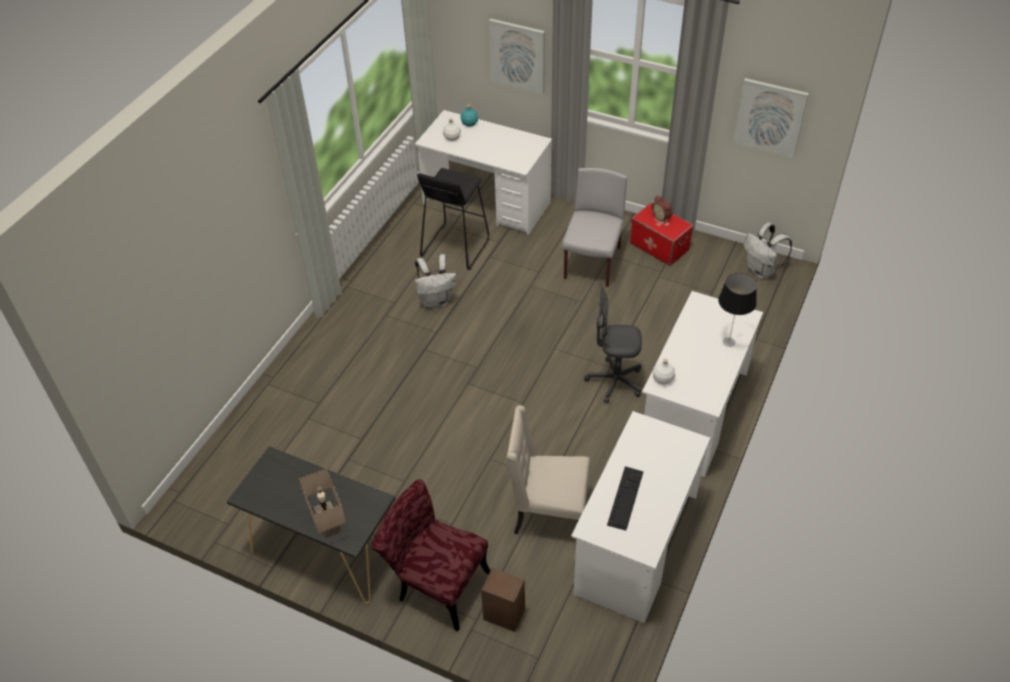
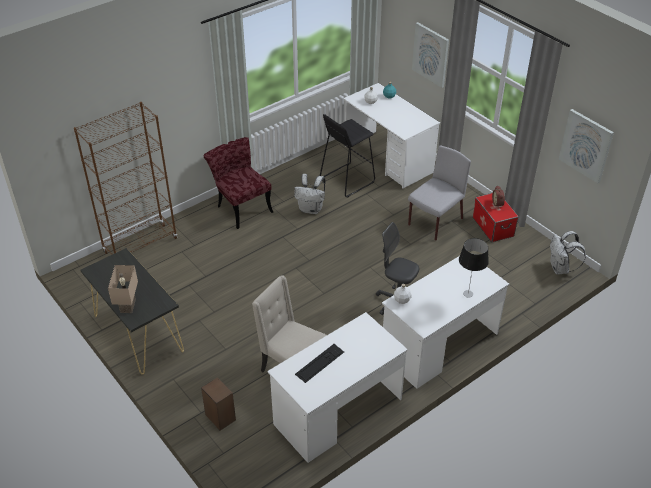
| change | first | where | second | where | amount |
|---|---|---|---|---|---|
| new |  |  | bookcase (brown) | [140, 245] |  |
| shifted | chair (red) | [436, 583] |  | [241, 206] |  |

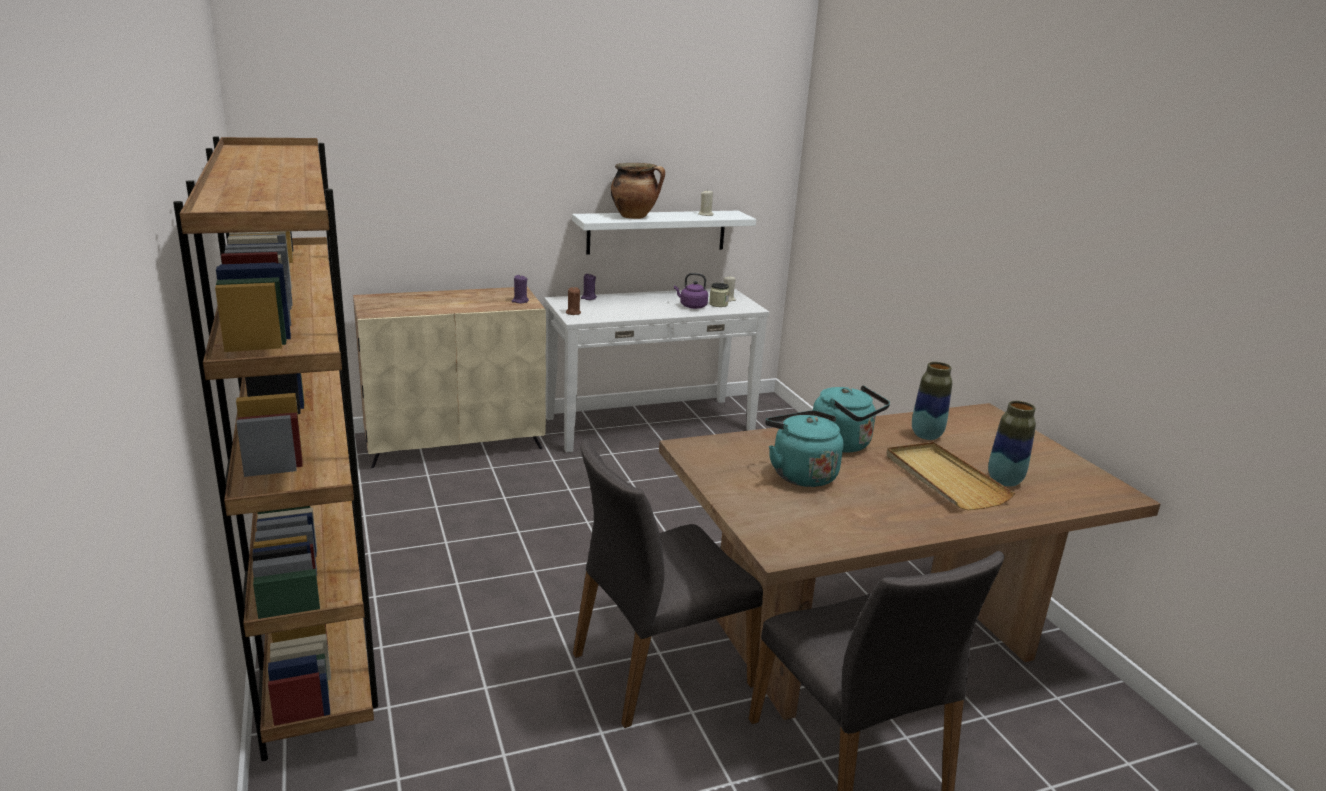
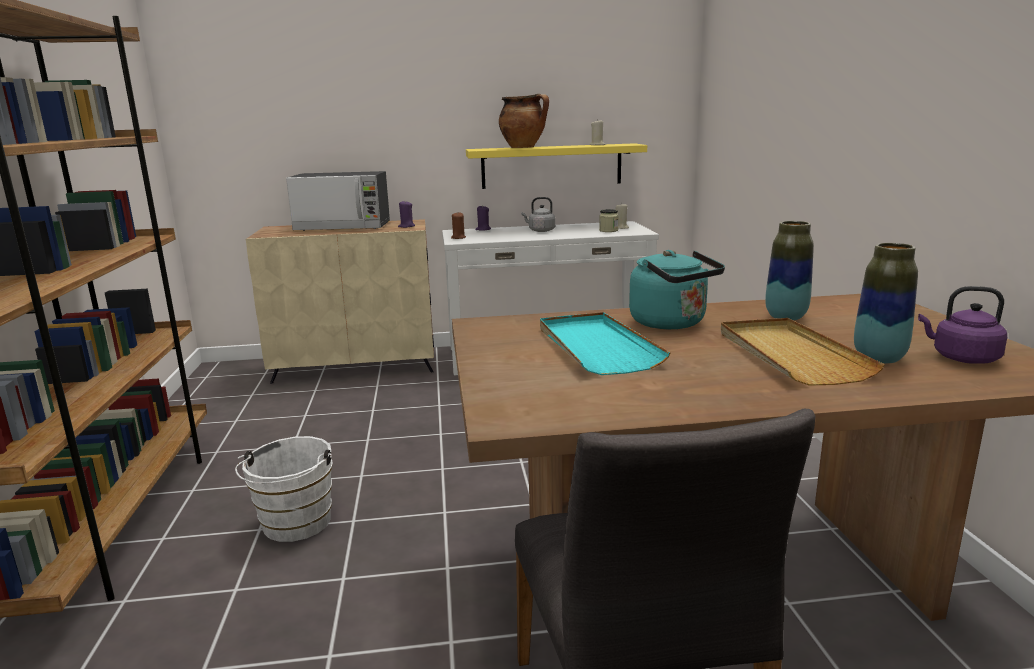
| change | first | where | second | where | amount |
|---|---|---|---|---|---|
| gone | chair (grey) | [659, 668] |  |  |  |
| new |  |  | bucket (white) | [294, 526] |  |
| new |  |  | microwave | [343, 227] |  |
| new |  |  | kettle (grey) | [540, 231] |  |
| shifted | kettle (purple) | [691, 306] |  | [961, 358] |  |
| swapped | kettle (turquoise) | [800, 474] | tray (turquoise) | [596, 347] |  |
| repainted | shelf (white) | [657, 232] | shelf (yellow) | [551, 166] |  |

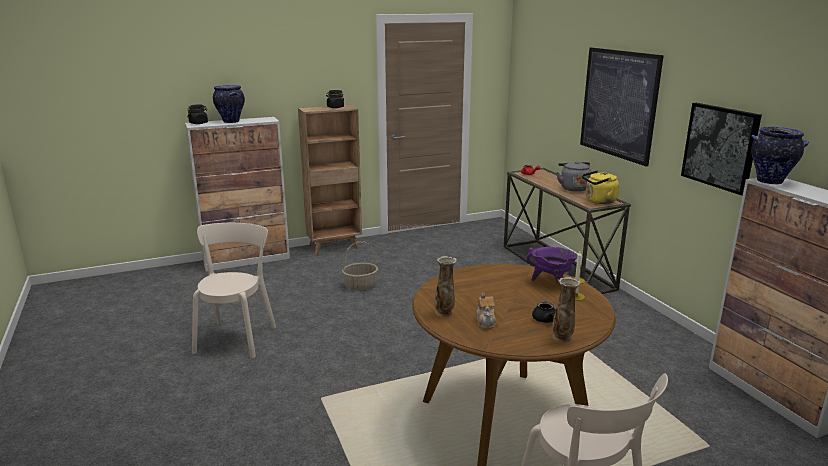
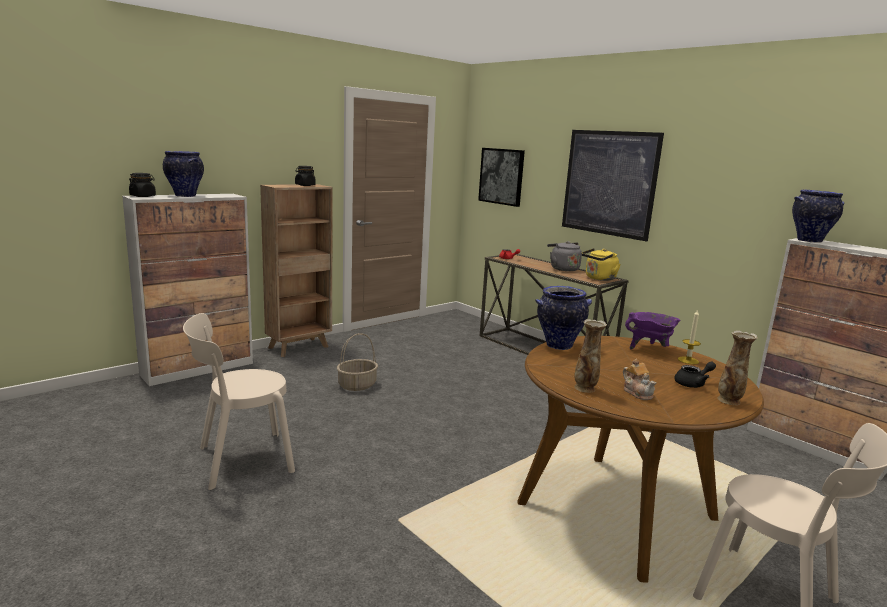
| change | first | where | second | where | amount |
|---|---|---|---|---|---|
| new |  |  | vase | [558, 346] |  |
| shifted | picture | [720, 147] |  | [501, 176] |  |
| rotated | chair (beige) | [237, 337] |  | [240, 460] | 105 degrees counterclockwise |

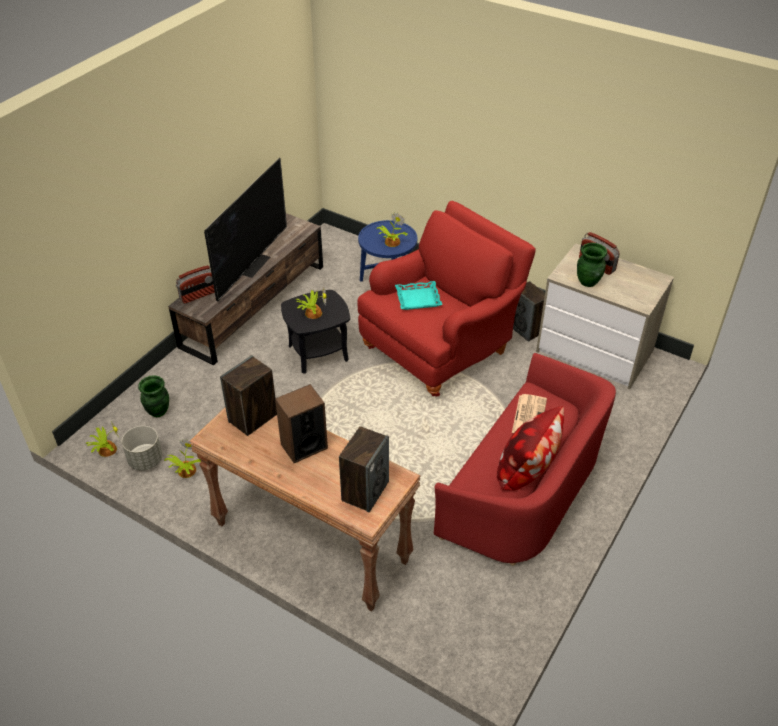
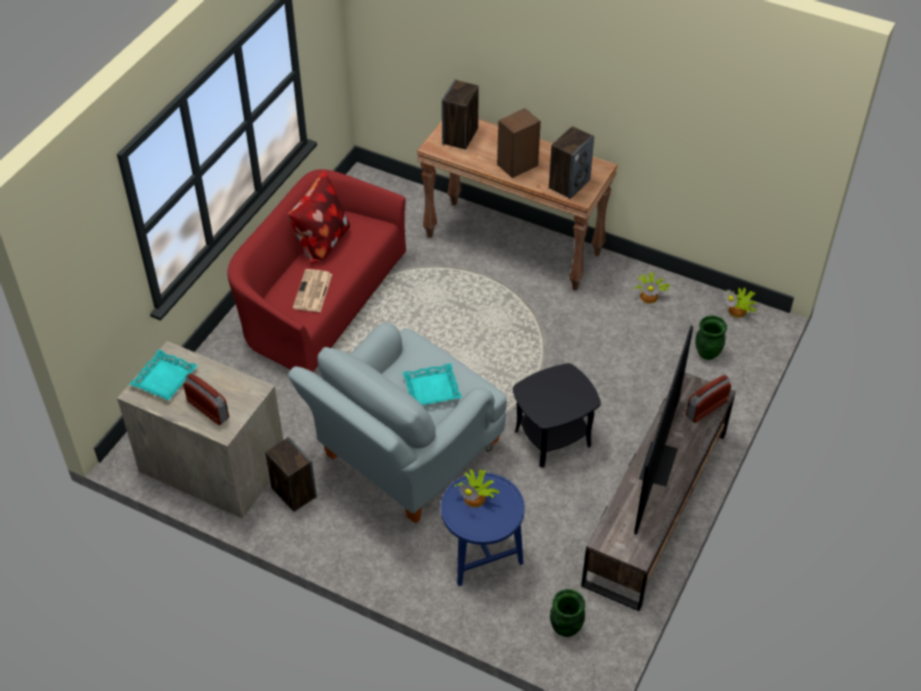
| change | first | where | second | where | amount |
|---|---|---|---|---|---|
| gone | planter (grey) | [145, 460] |  |  |  |
| gone | potted plant | [312, 312] |  |  |  |
| new |  |  | tray (turquoise) | [164, 378] |  |
| shifted | vase (green) | [588, 282] |  | [565, 628] |  |
| repainted | armchair (red) | [441, 347] | armchair (grey) | [403, 457] |  |

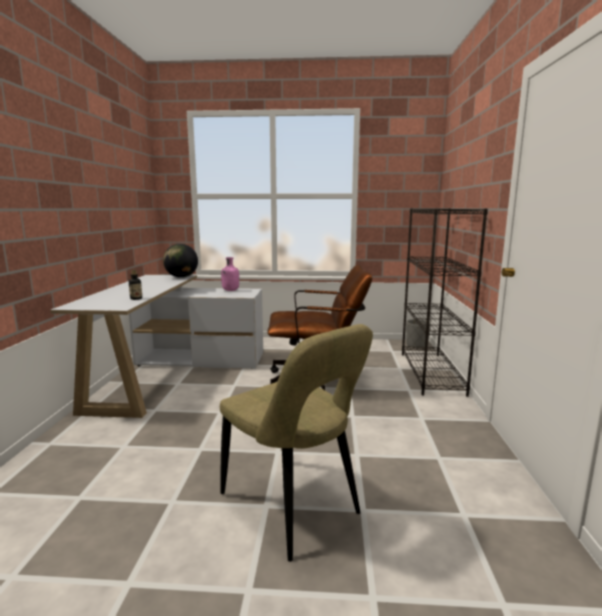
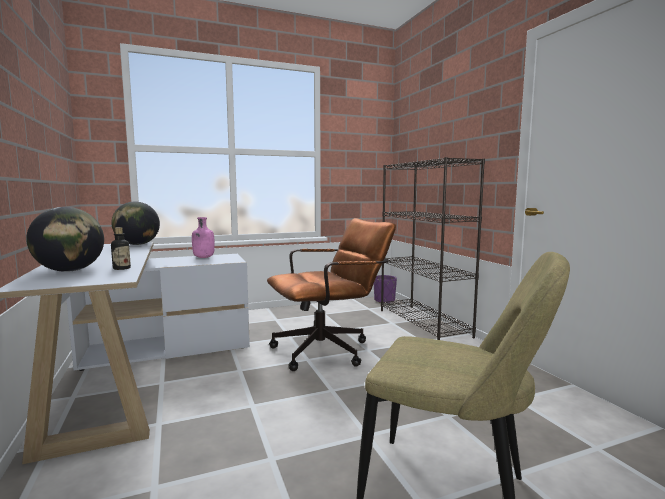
| change | first | where | second | where | amount |
|---|---|---|---|---|---|
| new |  |  | globe | [70, 270] |  |
| repainted | planter (grey) | [416, 345] | planter (purple) | [384, 301] |  |

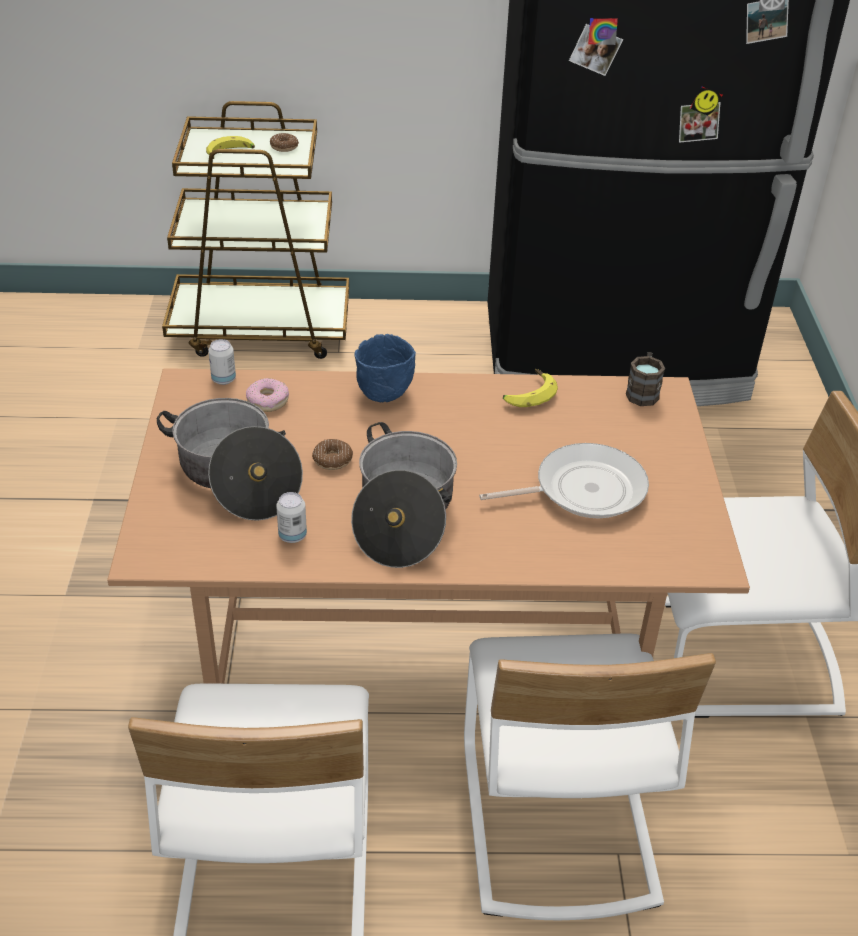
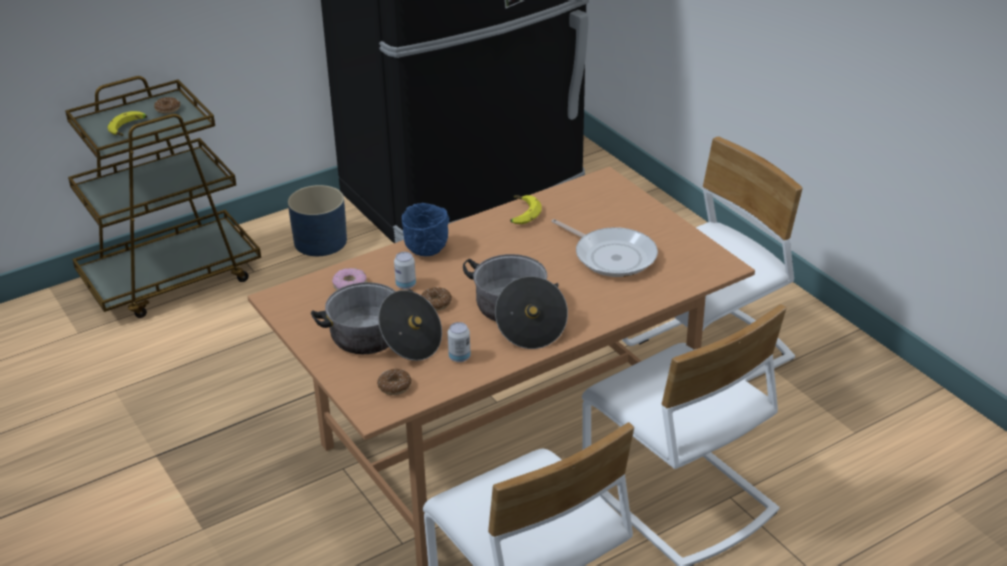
| change | first | where | second | where | amount |
|---|---|---|---|---|---|
| gone | mug (brown) | [643, 391] |  |  |  |
| new |  |  | planter (blue) | [320, 242] |  |
| new |  |  | donut | [395, 386] |  |
| shifted | can | [223, 379] |  | [406, 285] |  |
| rotated | frying pan | [583, 489] |  | [611, 256] | 90 degrees clockwise |

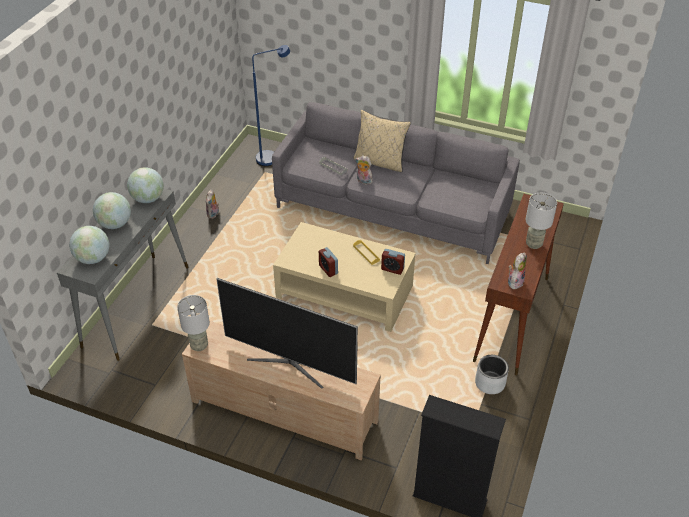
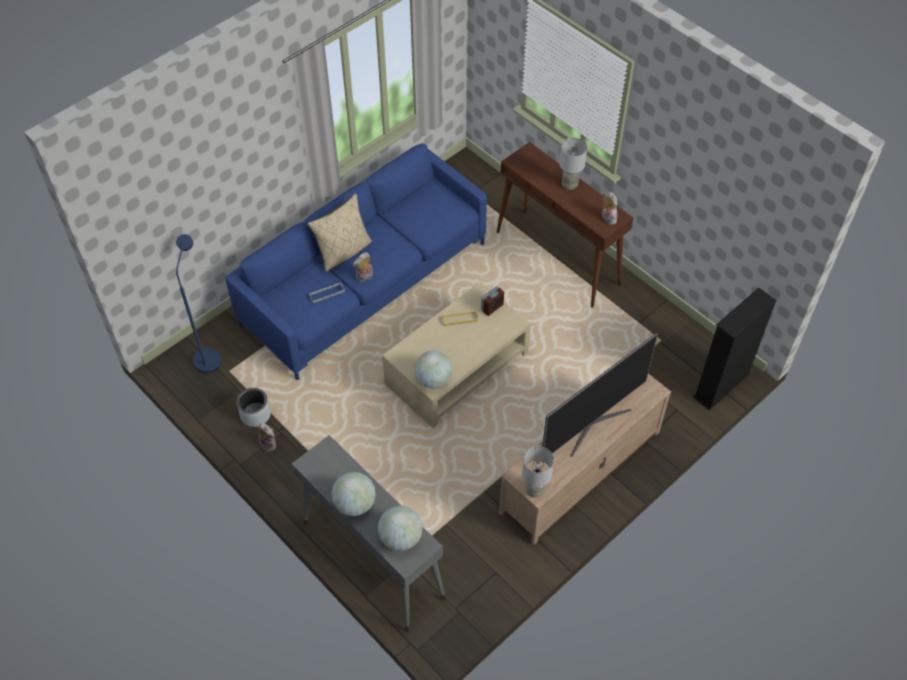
| change | first | where | second | where | amount |
|---|---|---|---|---|---|
| gone | alarm clock | [328, 269] |  |  |  |
| shifted | globe | [148, 199] |  | [433, 380] |  |
| shifted | planter (grey) | [490, 382] |  | [255, 414] |  |
| repainted | sofa (grey) | [392, 210] | sofa (blue) | [365, 283] |  |

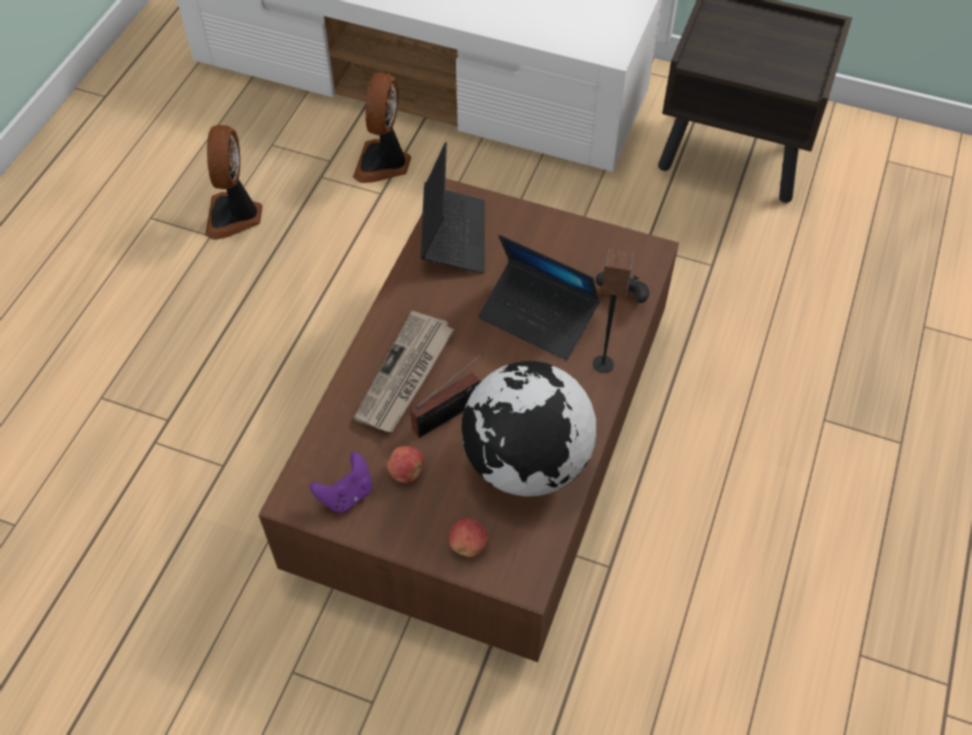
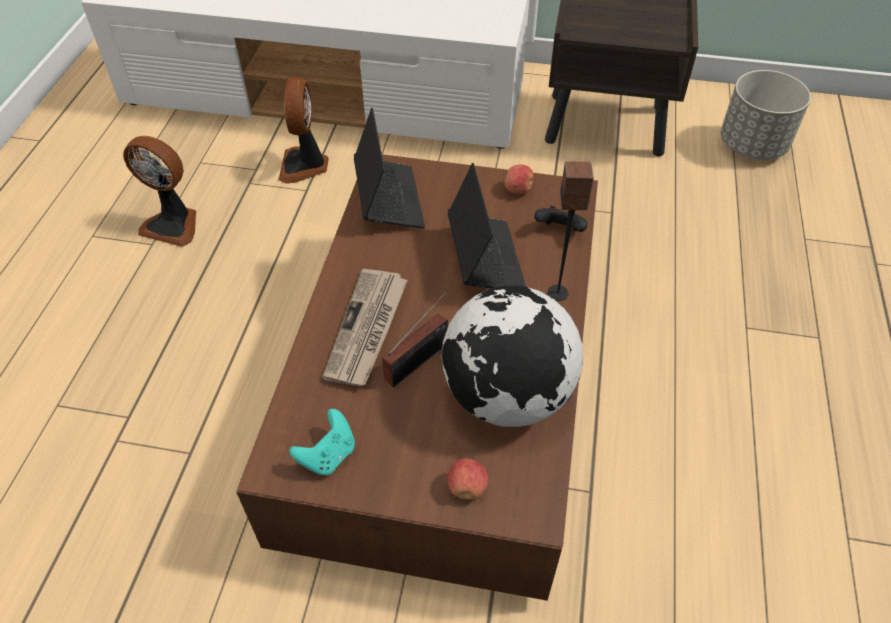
| change | first | where | second | where | amount |
|---|---|---|---|---|---|
| new |  |  | planter (grey) | [751, 146] |  |
| shifted | apple | [407, 472] |  | [518, 190] |  |
| repainted | game controller (purple) | [346, 494] | game controller (turquoise) | [328, 455] |  |
| rotated | fan | [235, 216] |  | [173, 224] | 60 degrees counterclockwise |
| rotated | laptop | [538, 317] |  | [485, 259] | 120 degrees counterclockwise |

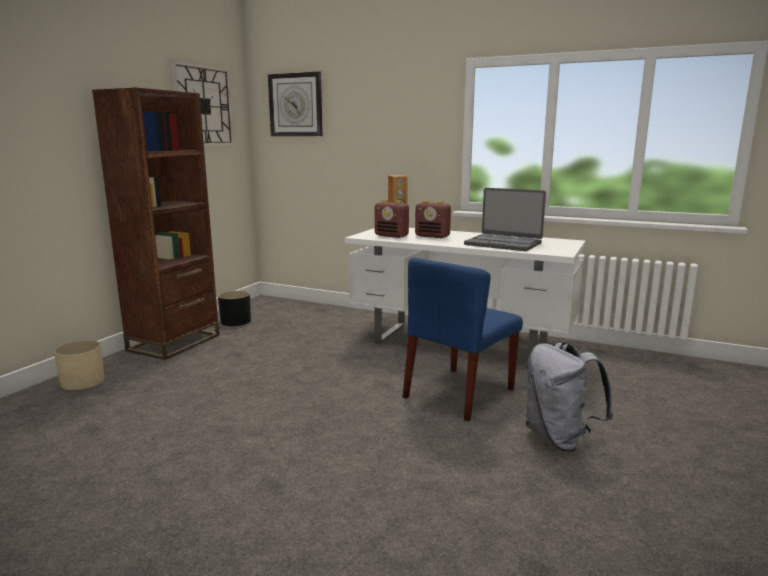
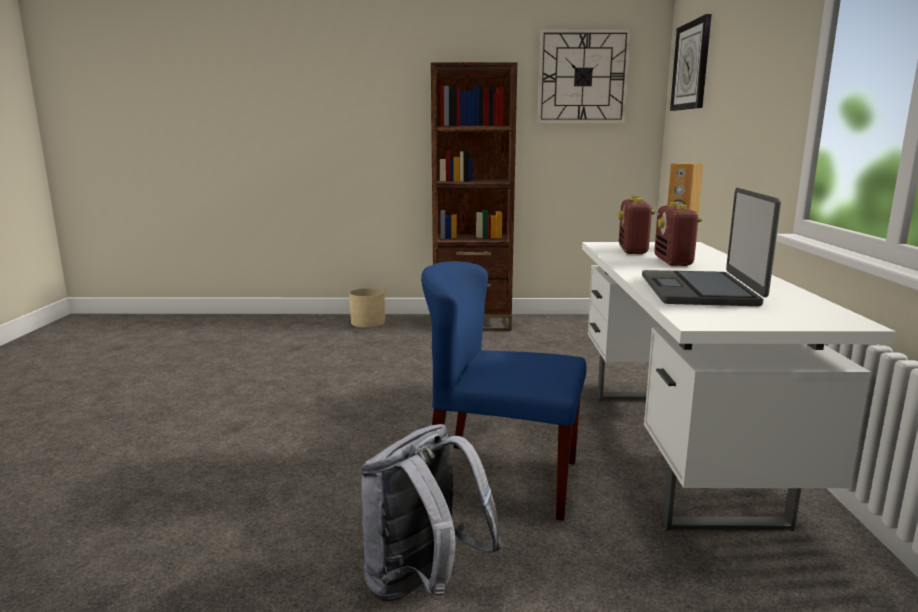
| change | first | where | second | where | amount |
|---|---|---|---|---|---|
| gone | planter (black) | [236, 321] |  |  |  |

